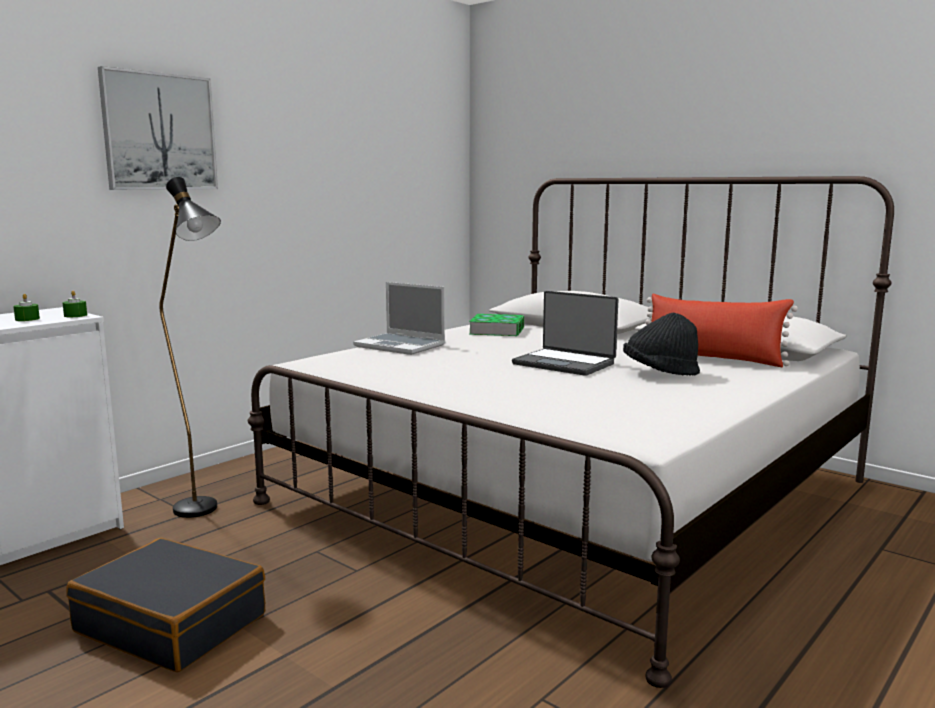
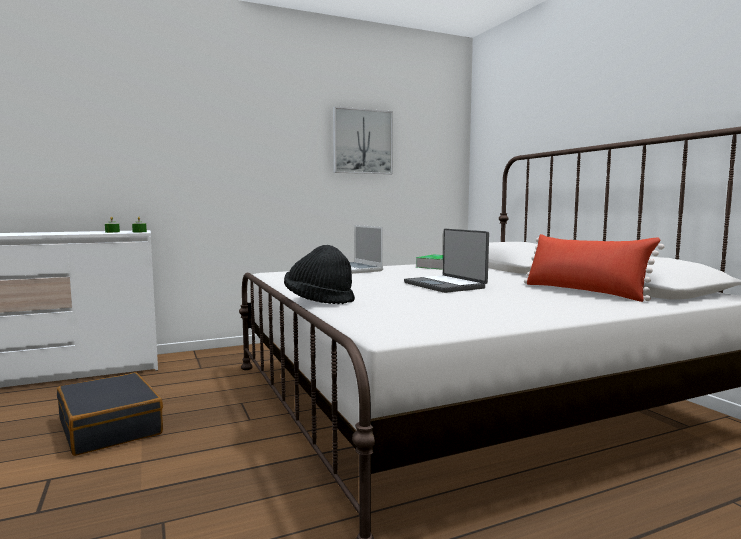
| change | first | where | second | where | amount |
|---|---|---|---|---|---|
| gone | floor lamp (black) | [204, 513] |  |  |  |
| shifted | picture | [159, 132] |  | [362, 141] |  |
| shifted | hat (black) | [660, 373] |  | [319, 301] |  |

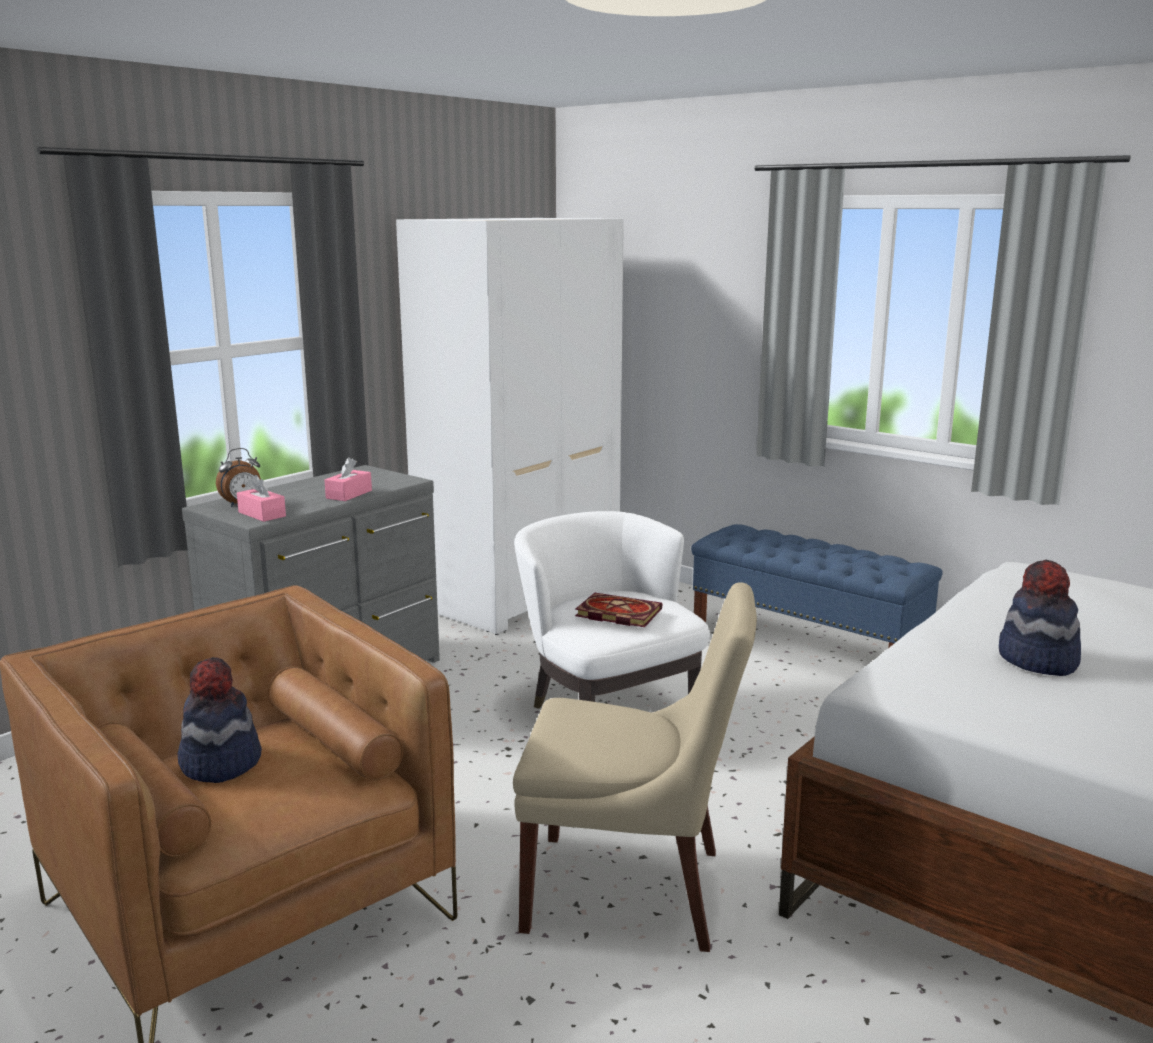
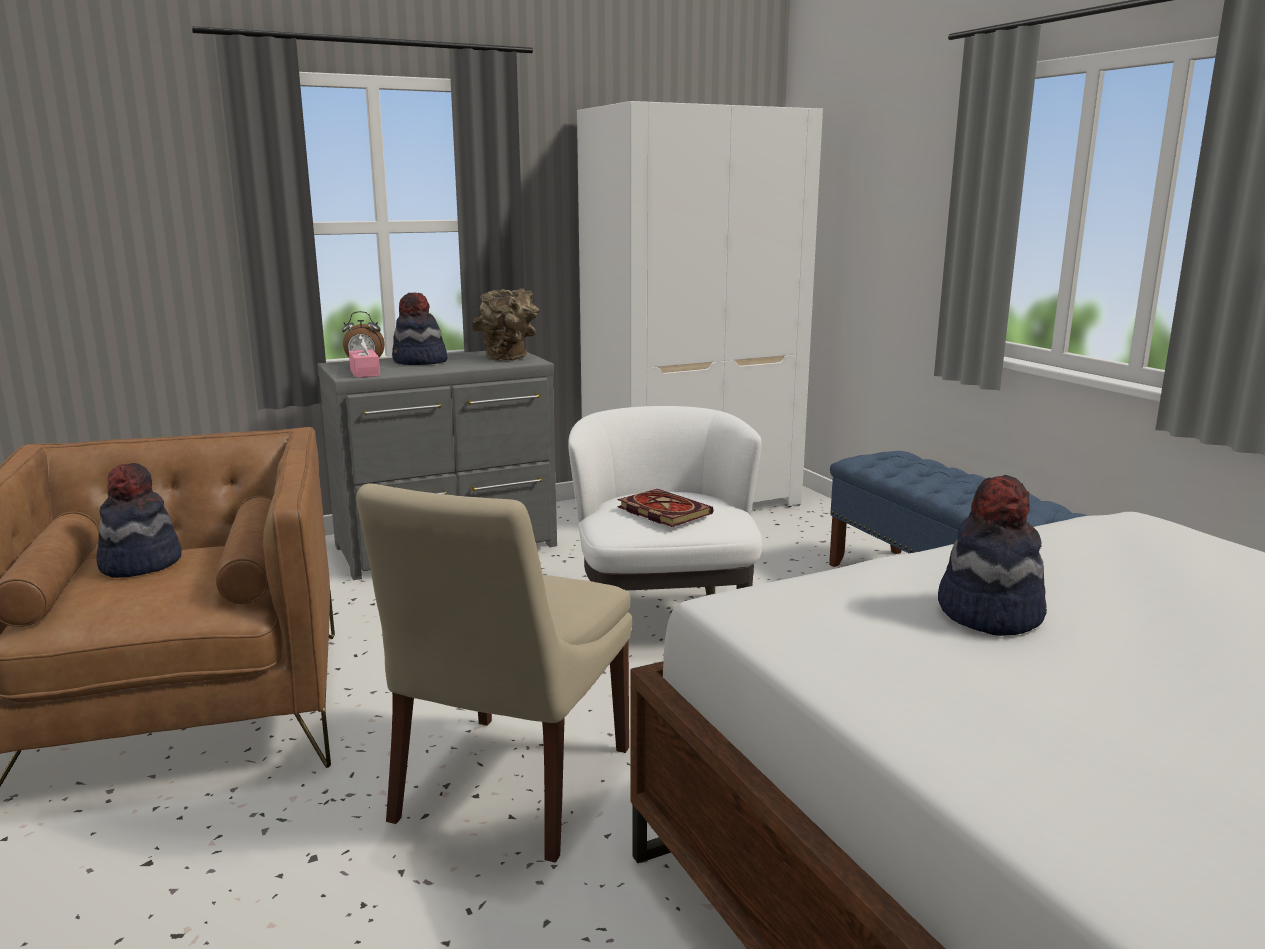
| change | first | where | second | where | amount |
|---|---|---|---|---|---|
| gone | tissue box (pink) | [349, 494] |  |  |  |
| new |  |  | hat | [419, 362] |  |
| new |  |  | vase (brown) | [509, 358] |  |
| rotated | chair (beige) | [632, 891] |  | [510, 789] | 75 degrees clockwise |

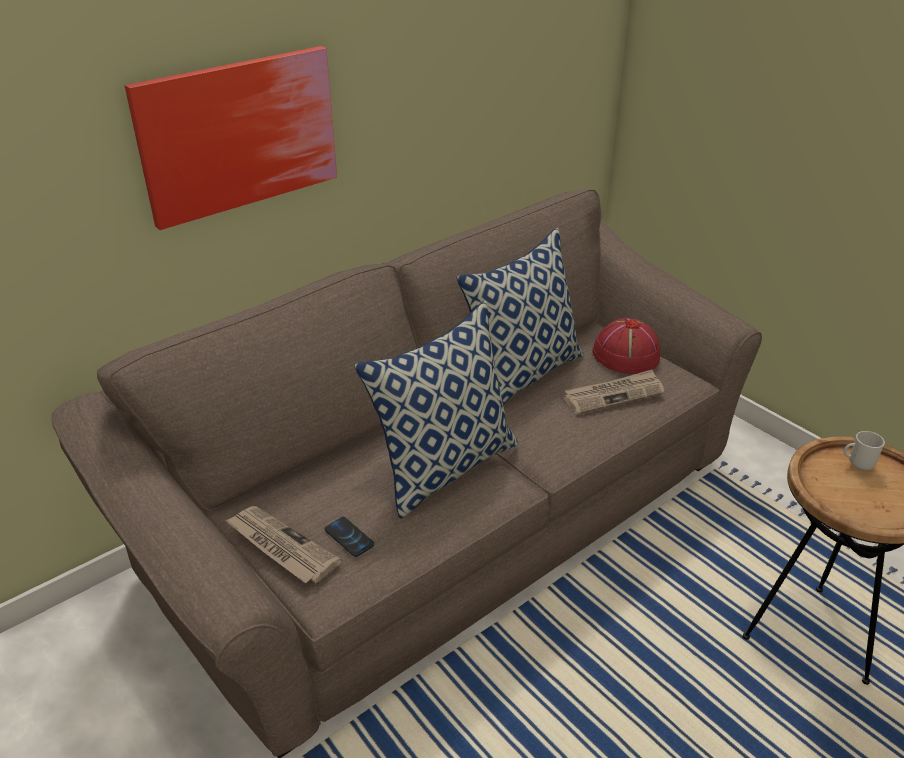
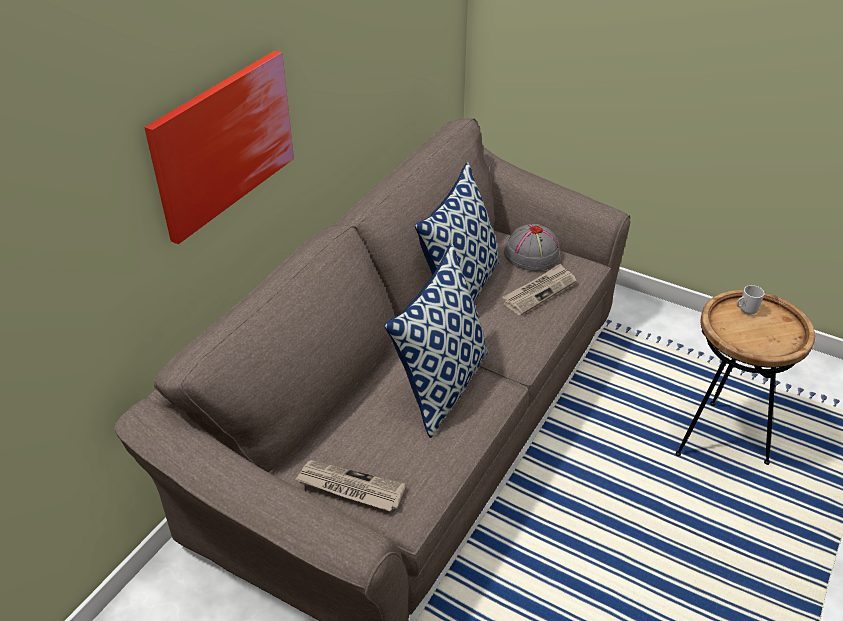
| change | first | where | second | where | amount |
|---|---|---|---|---|---|
| gone | phone | [349, 537] |  |  |  |
| repainted | hat (red) | [625, 355] | hat (grey) | [531, 254] |  |

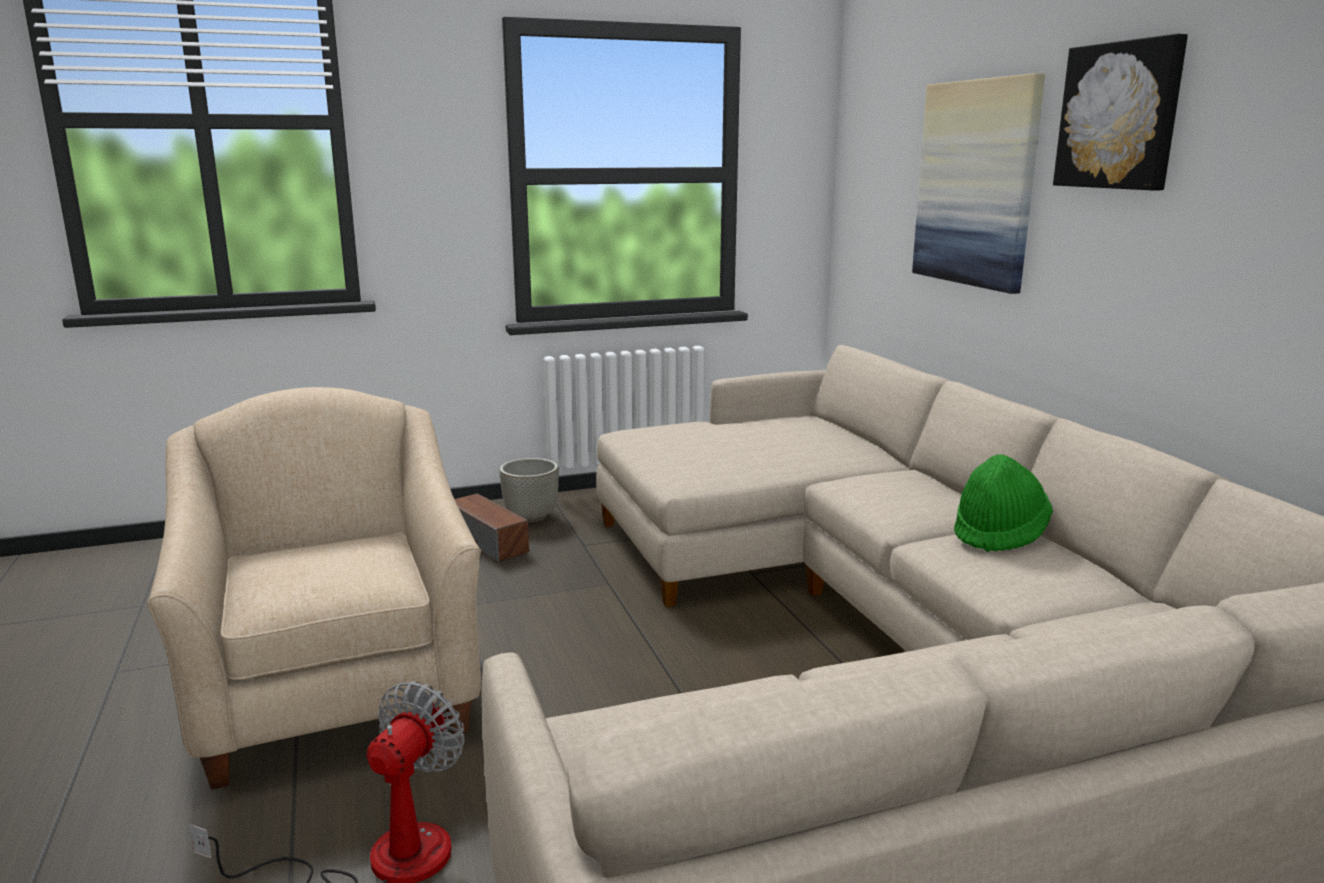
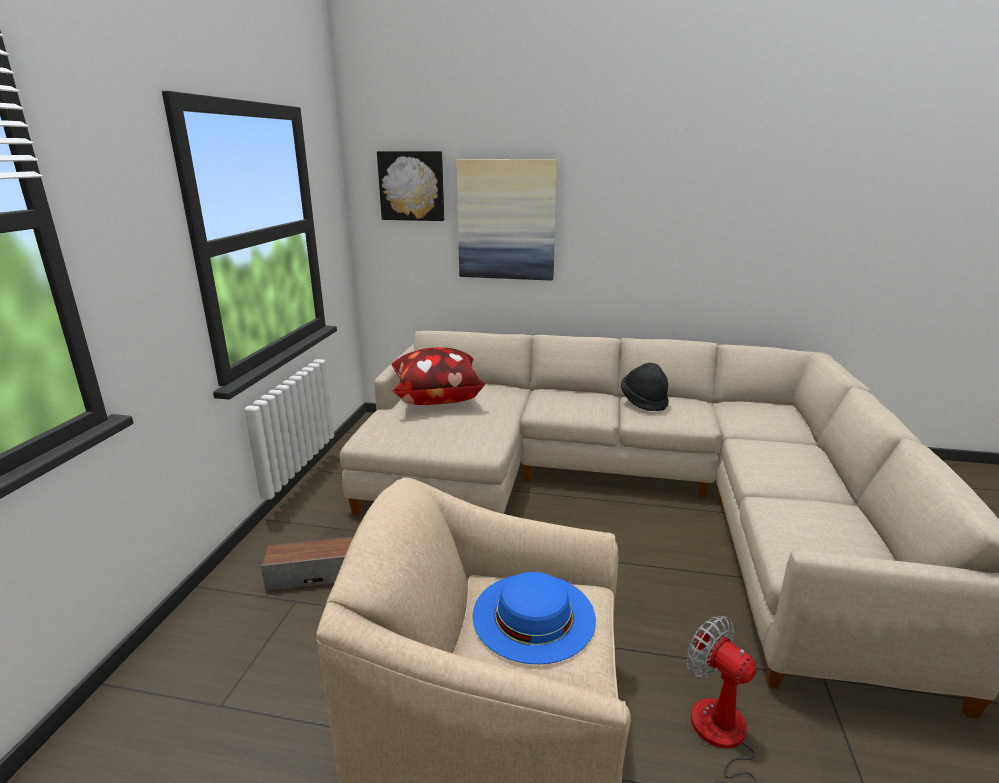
| change | first | where | second | where | amount |
|---|---|---|---|---|---|
| gone | planter (grey) | [531, 517] |  |  |  |
| new |  |  | pillow | [436, 398] |  |
| new |  |  | hat (blue) | [533, 615] |  |
| shifted | picture | [1120, 116] |  | [412, 186] |  |
| repainted | hat (green) | [999, 534] | hat (black) | [644, 401] |  |

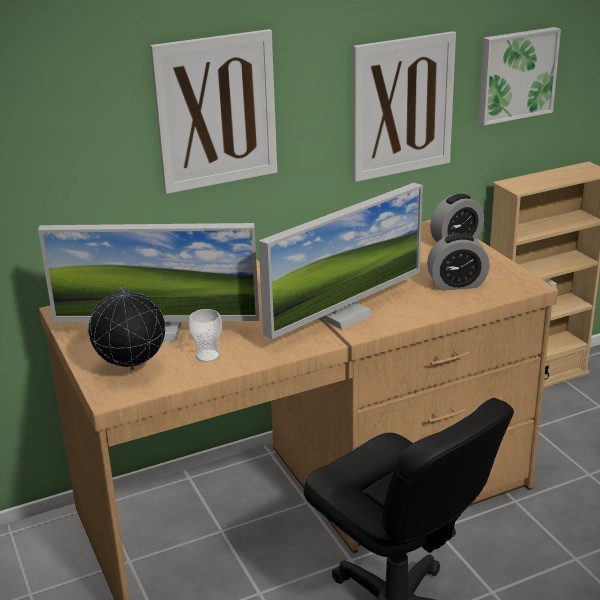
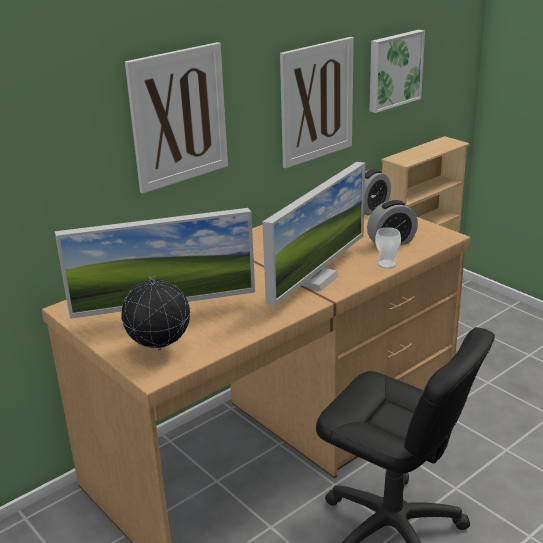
| change | first | where | second | where | amount |
|---|---|---|---|---|---|
| shifted | cup | [207, 356] |  | [387, 264] |  |

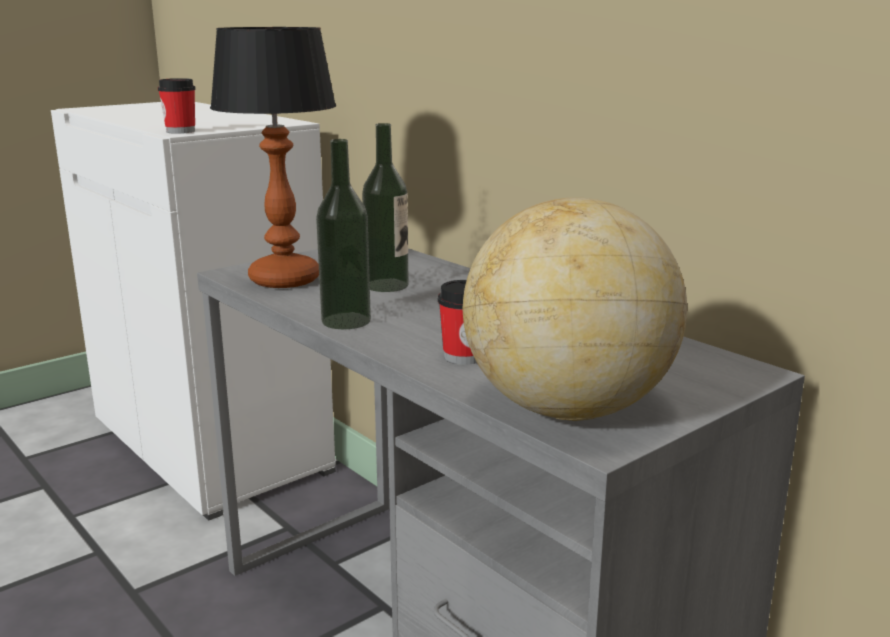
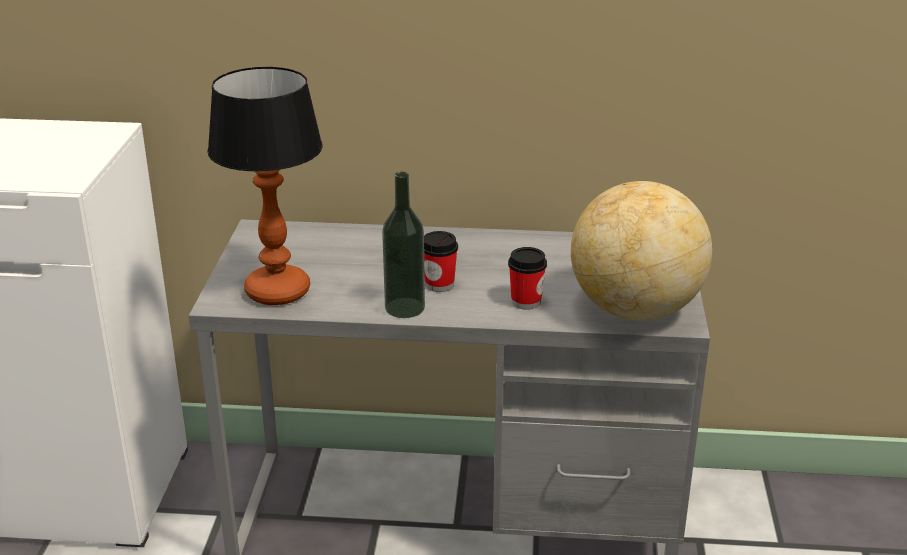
| change | first | where | second | where | amount |
|---|---|---|---|---|---|
| gone | bottle | [387, 285] |  |  |  |
| shifted | cup | [180, 131] |  | [439, 284] |  |

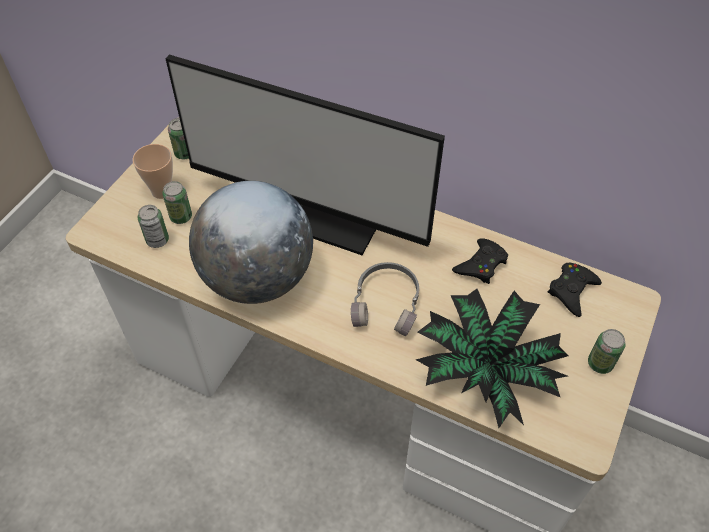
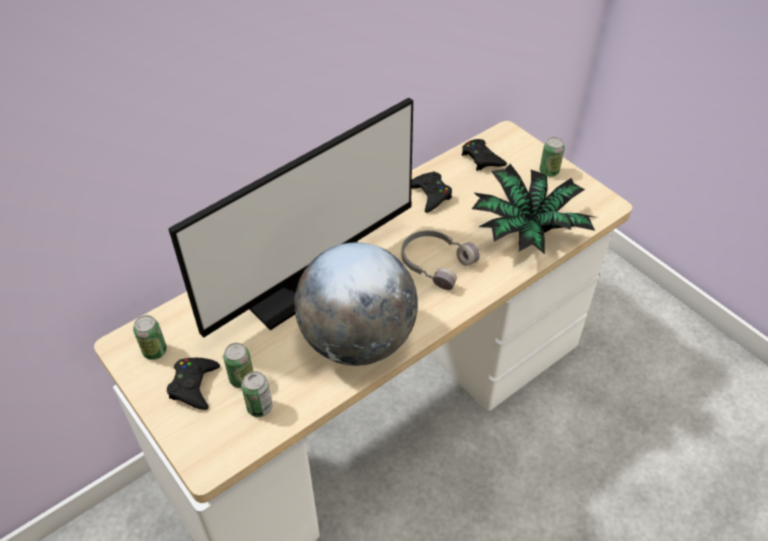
| change | first | where | second | where | amount |
|---|---|---|---|---|---|
| swapped | cup | [162, 191] | game controller (black) | [194, 386] |  |

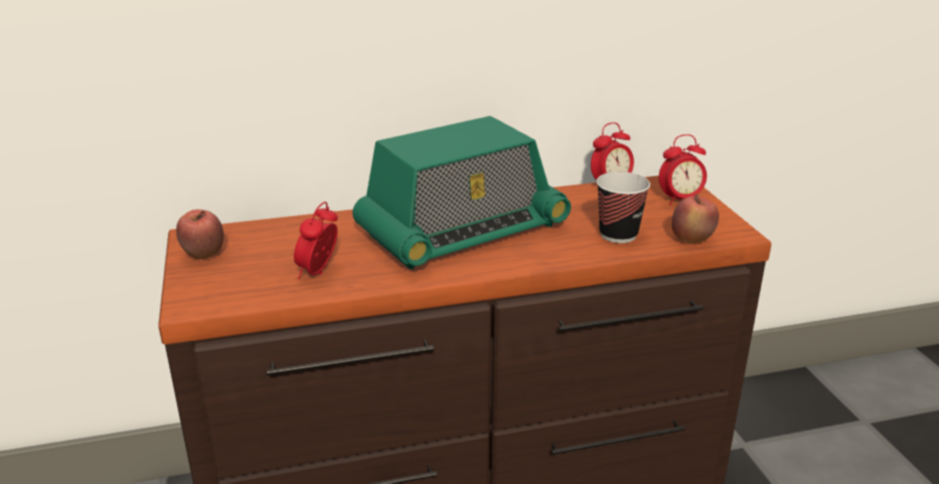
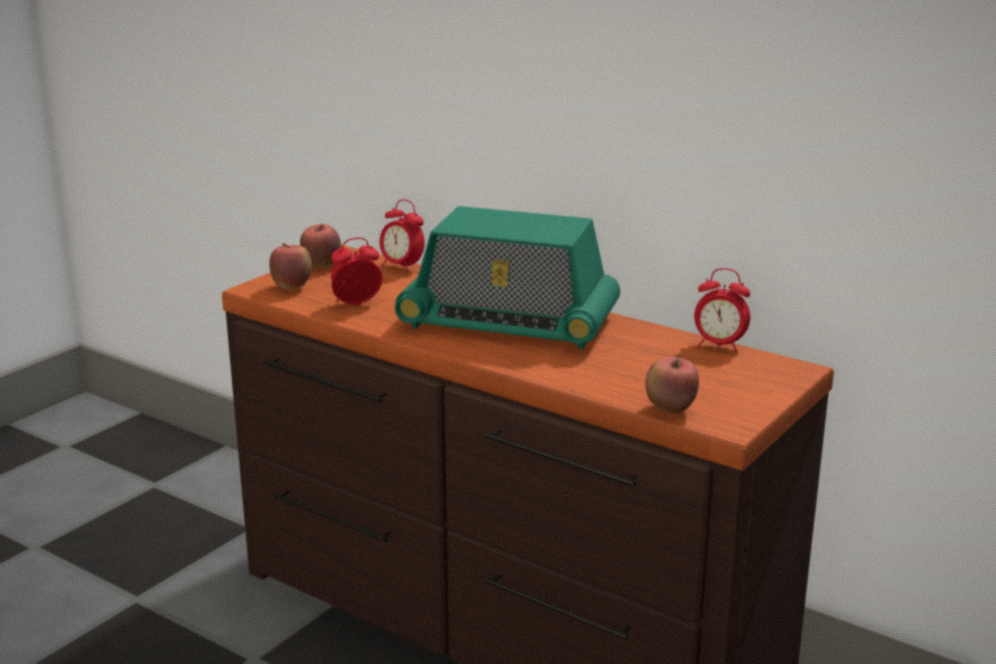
| change | first | where | second | where | amount |
|---|---|---|---|---|---|
| gone | cup | [618, 235] |  |  |  |
| new |  |  | apple | [292, 287] |  |
| shifted | alarm clock | [680, 200] |  | [402, 267] |  |

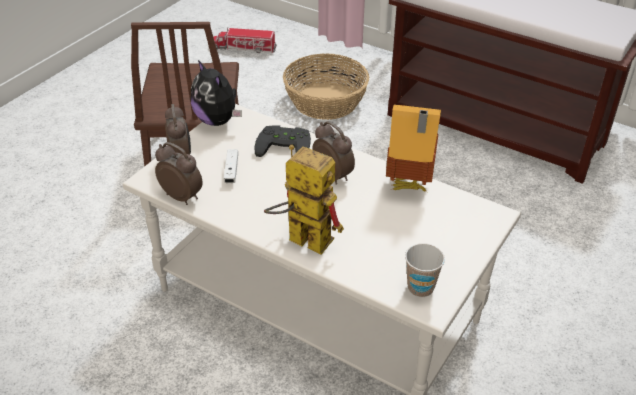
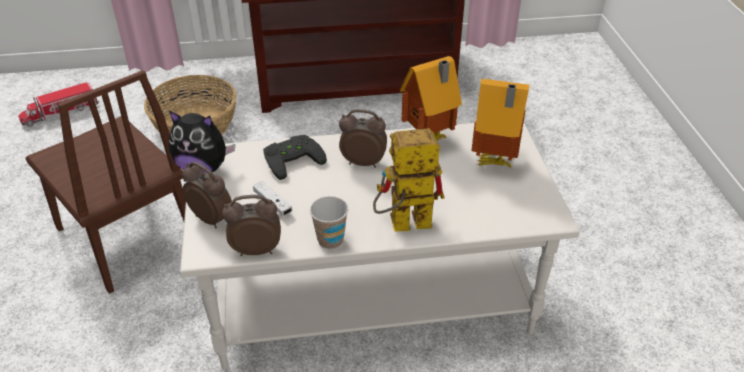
| change | first | where | second | where | amount |
|---|---|---|---|---|---|
| new |  |  | toy house | [494, 162] |  |
| shifted | cup | [420, 288] |  | [330, 240] |  |

